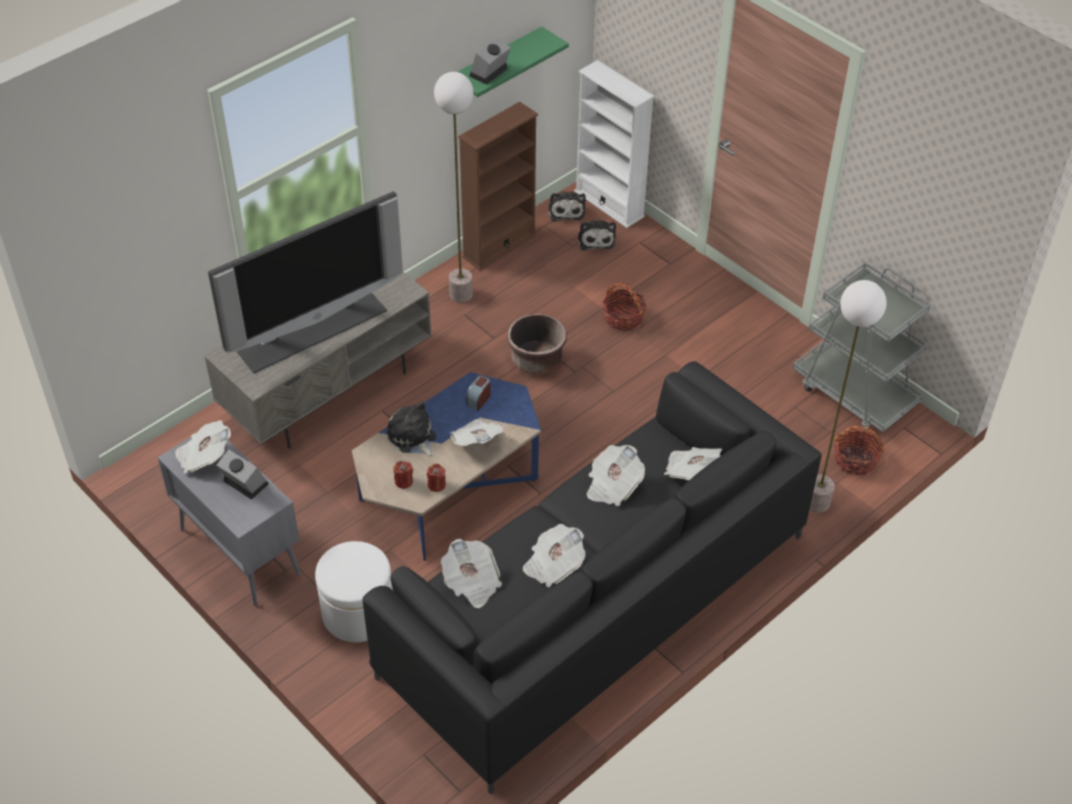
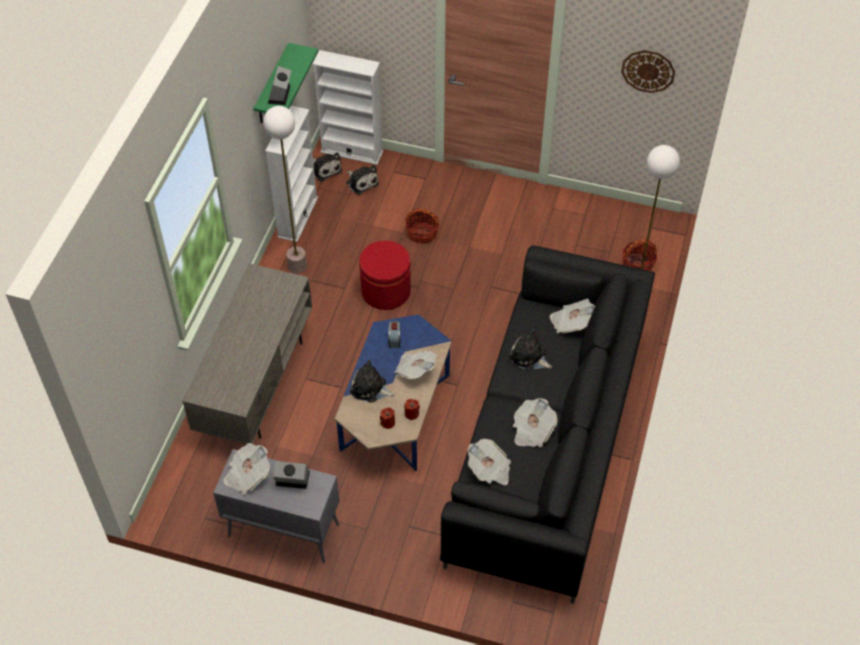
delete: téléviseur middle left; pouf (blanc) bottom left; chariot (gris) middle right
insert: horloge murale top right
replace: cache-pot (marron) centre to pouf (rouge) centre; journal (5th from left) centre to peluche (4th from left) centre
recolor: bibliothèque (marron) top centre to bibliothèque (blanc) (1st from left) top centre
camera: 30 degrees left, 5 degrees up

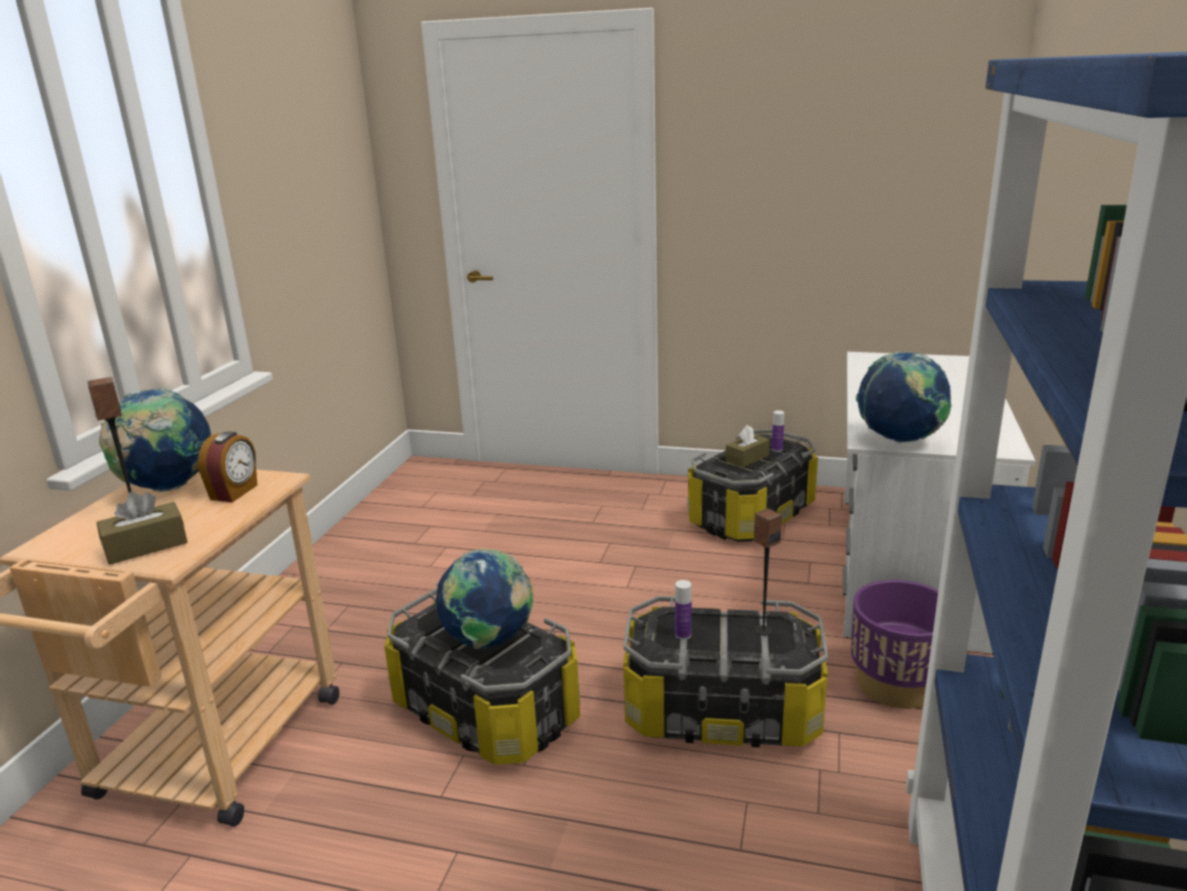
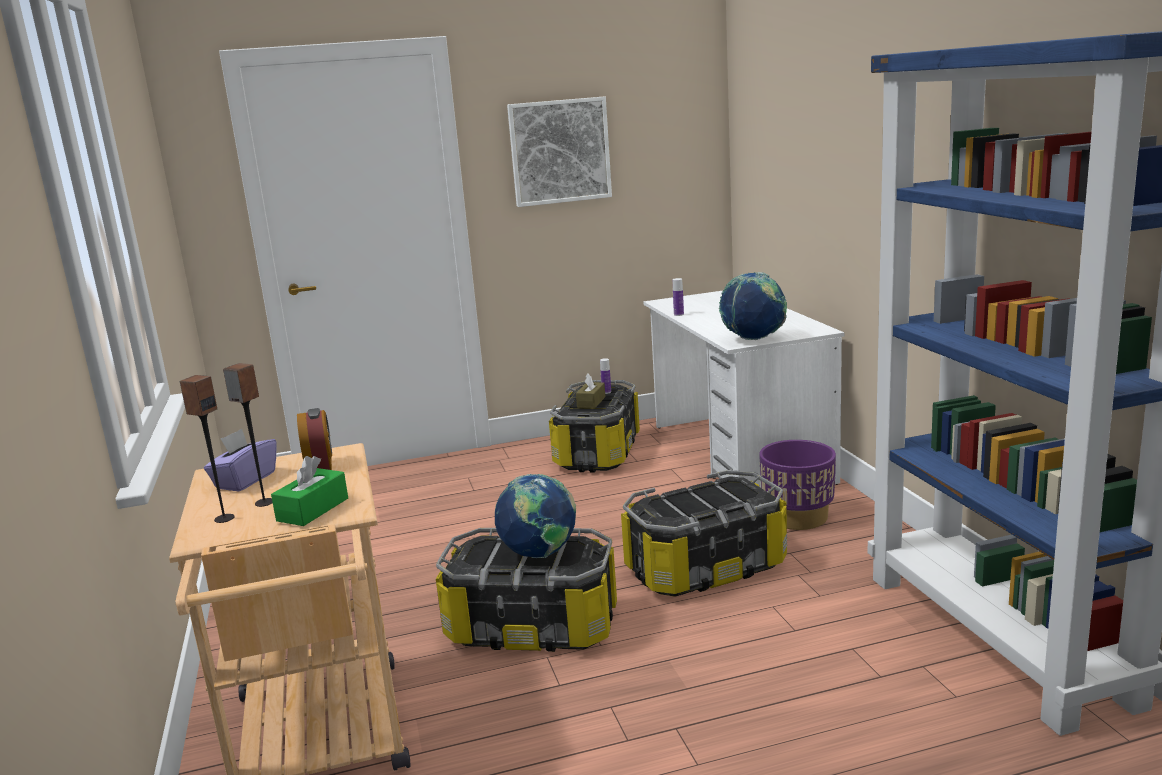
insert: tableau top centre
move: bouteille (1st from left in the first image) bottom centre to bouteille (2nd from left) centre; enceinte (2nd from left in the first image) centre to enceinte (1st from left) middle left
replace: globe (1st from left) middle left to boîte à mouchoirs (violet) middle left
recolor: boîte à mouchoirs (marron) (1st from left) middle left to boîte à mouchoirs (vert) middle left
camera: 30 degrees left, 5 degrees down

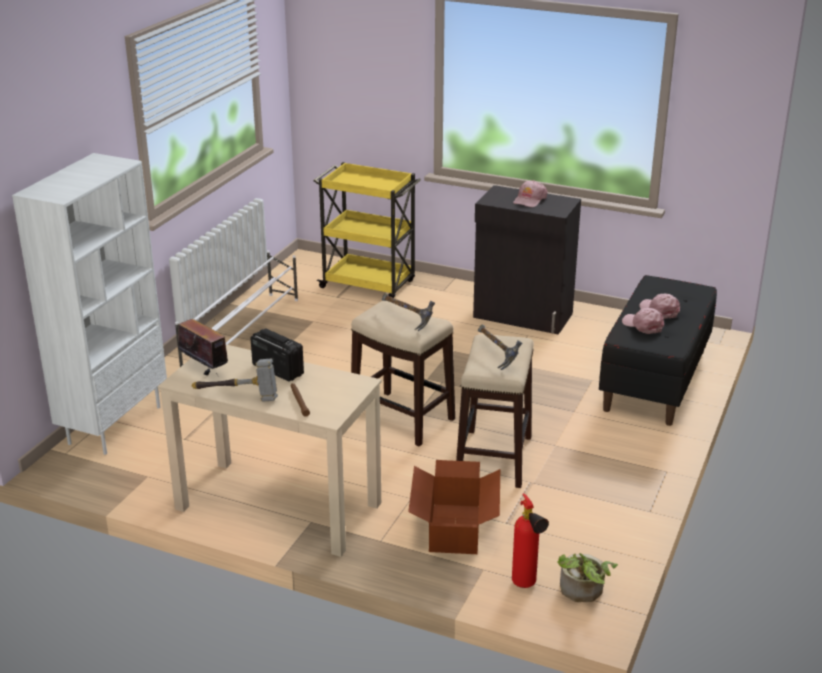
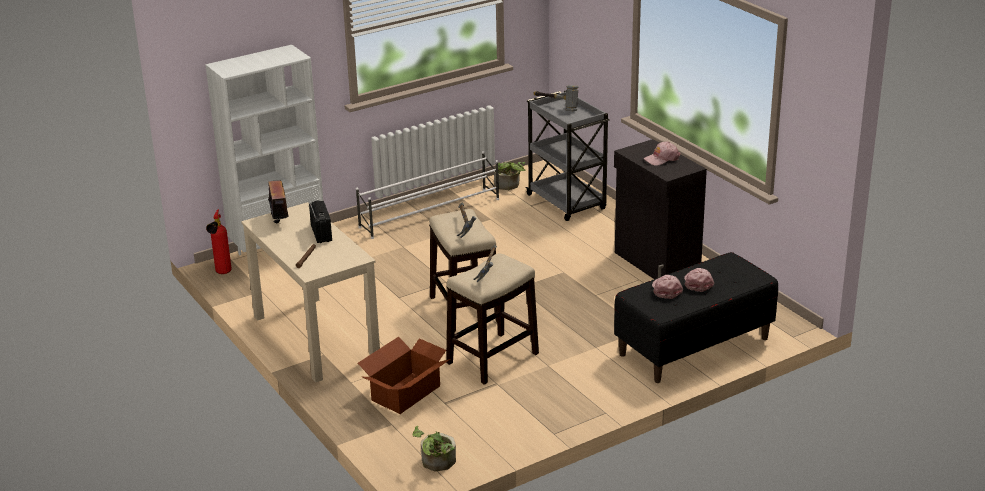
insert: plante en pot (2nd from left) centre
move: marteau (1st from left in the first image) middle left to marteau (3rd from left) top centre; extincteur bottom centre to middle left
recolor: chariot (jaune) centre to chariot (gris) top centre
camera: 35 degrees right, 0 degrees up

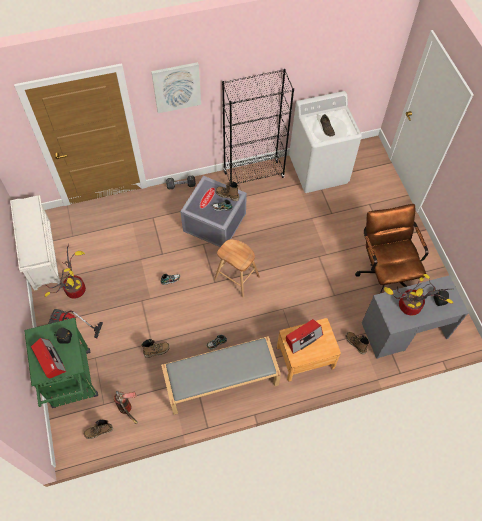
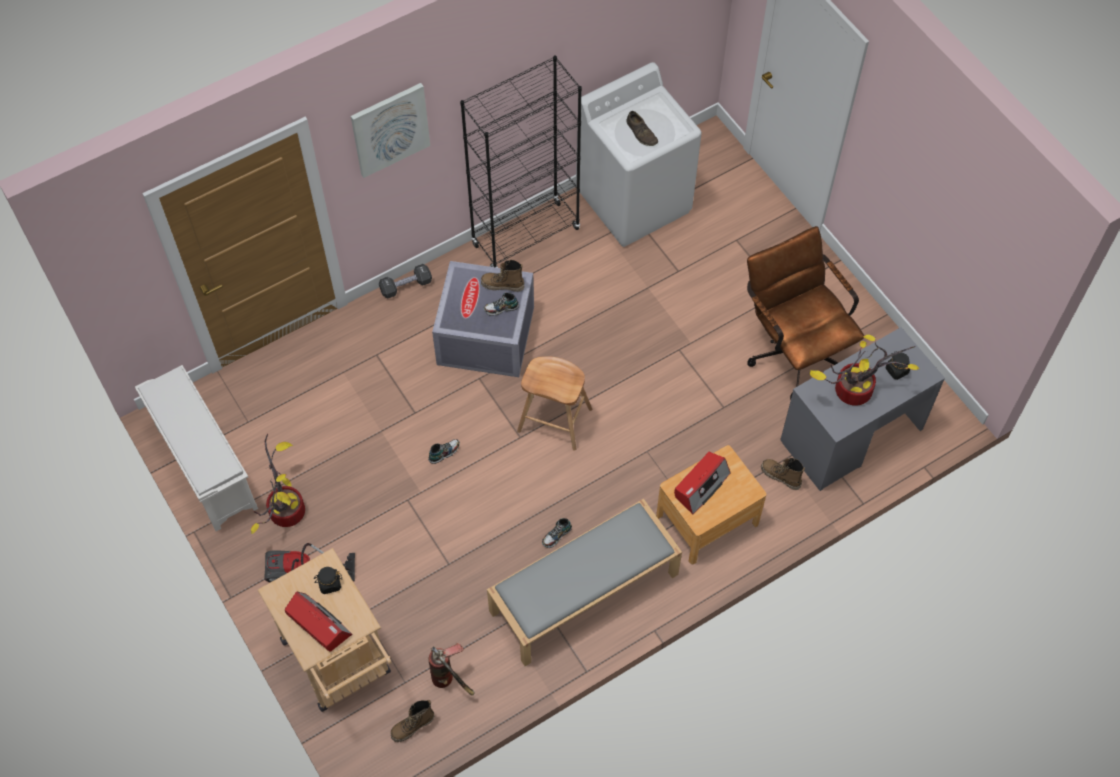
delete: botte (2nd from left) bottom left
recolor: chariot (vert) bottom left to chariot (beige) bottom left
camera: 15 degrees left, 0 degrees up

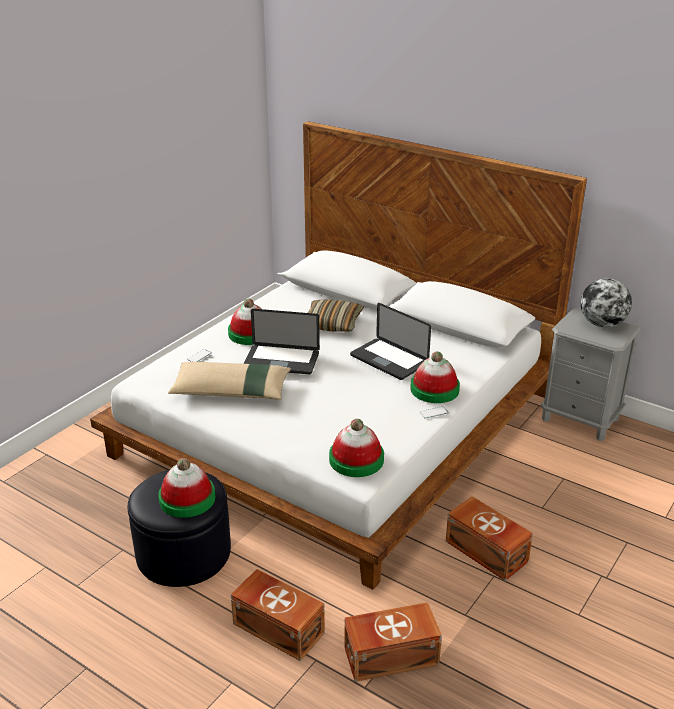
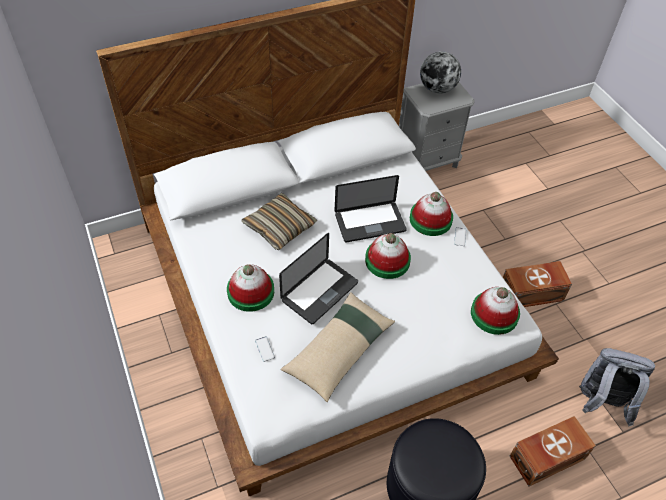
move: chapeau (1st from left in the first image) bottom left to chapeau (2nd from left) centre
replace: boîte de rangement (marron) (2nd from left) bottom centre to sac à dos (gris) bottom right
camera: 60 degrees left, 20 degrees up

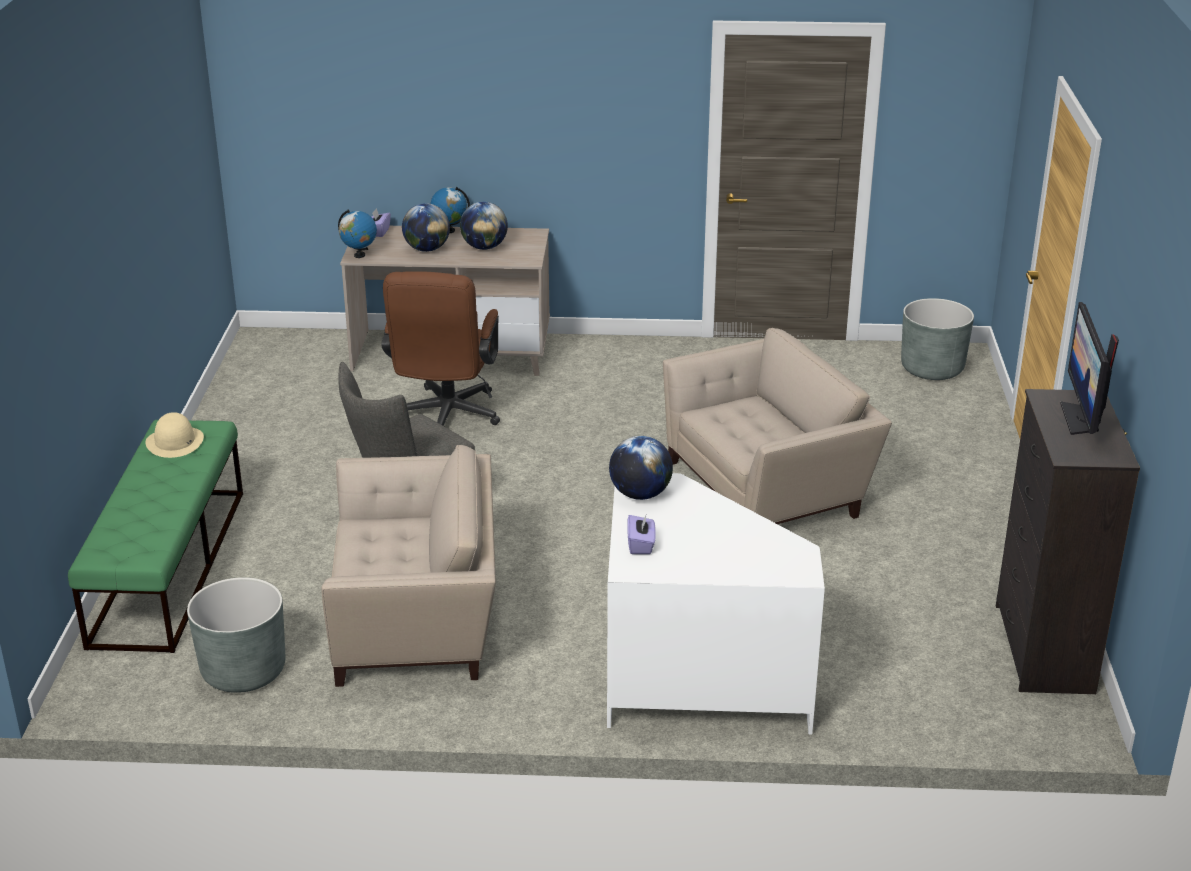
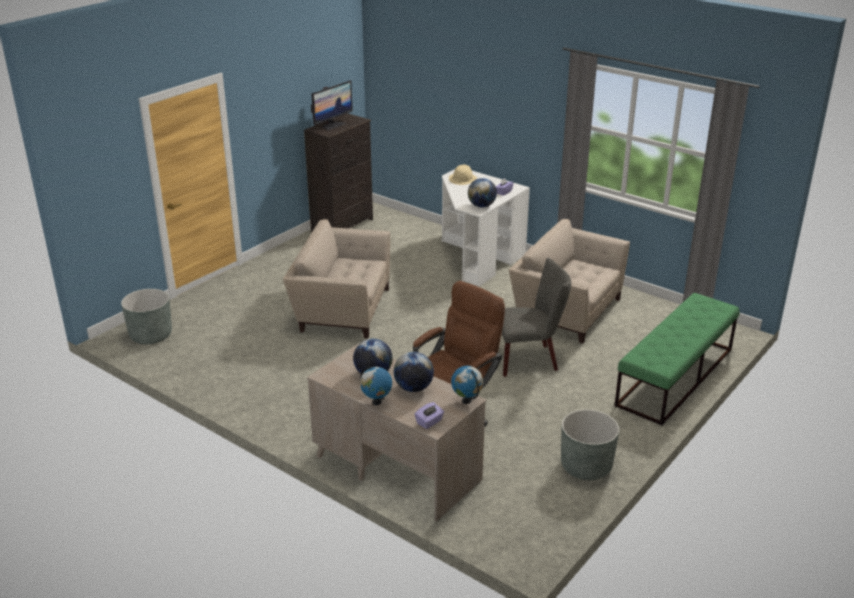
move: chapeau (beige) middle left to top centre; cache-pot (gris) (1st from left in the first image) bottom left to cache-pot (gris) (2nd from left) bottom right
camera: 145 degrees left, 0 degrees up

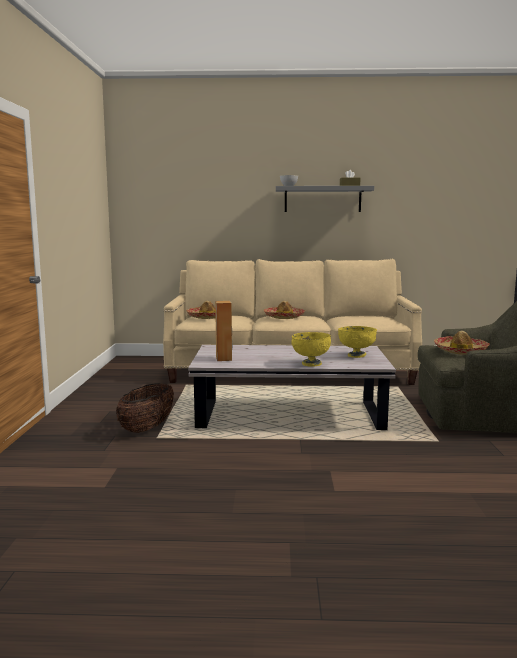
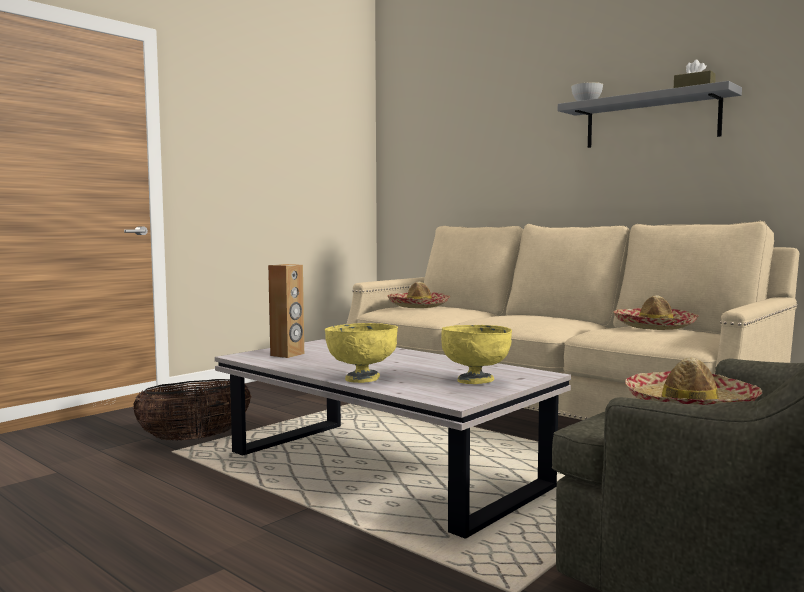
move: chapeau (2nd from left) centre to middle right
camera: 40 degrees right, 5 degrees down

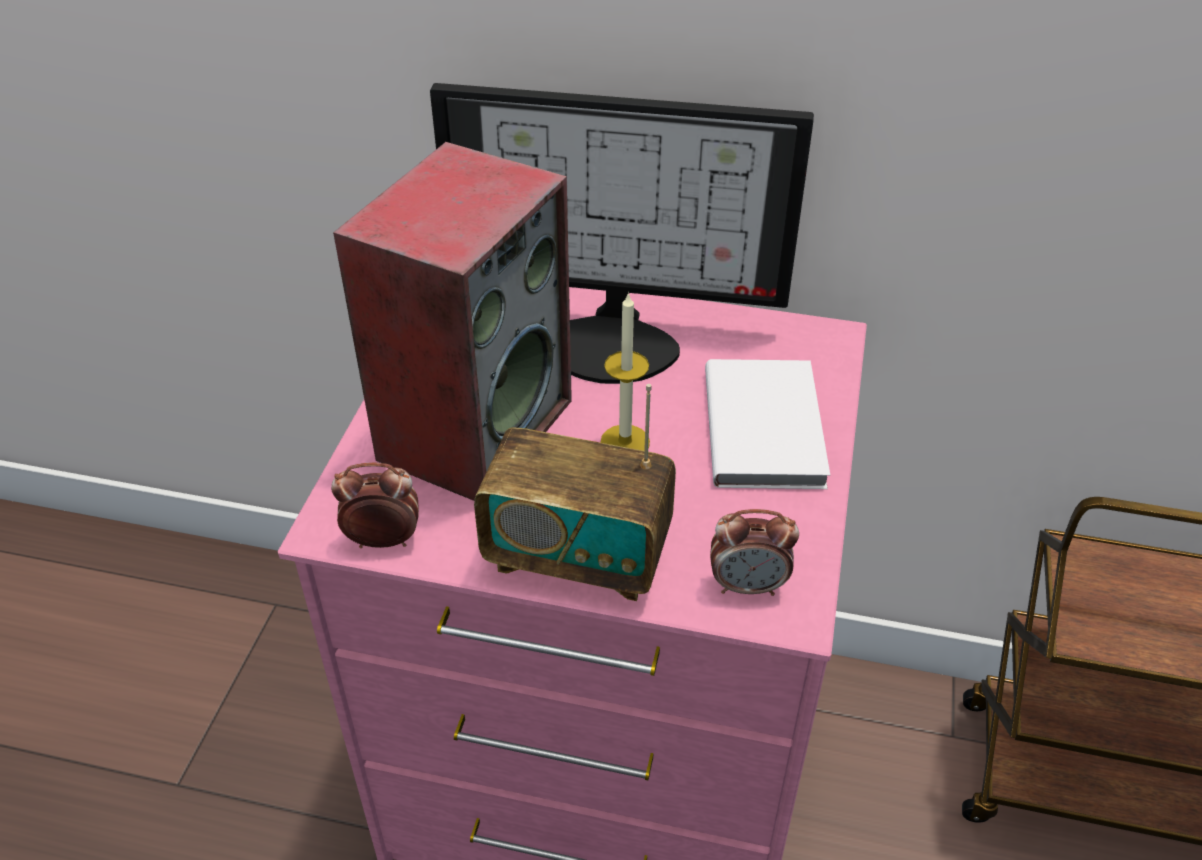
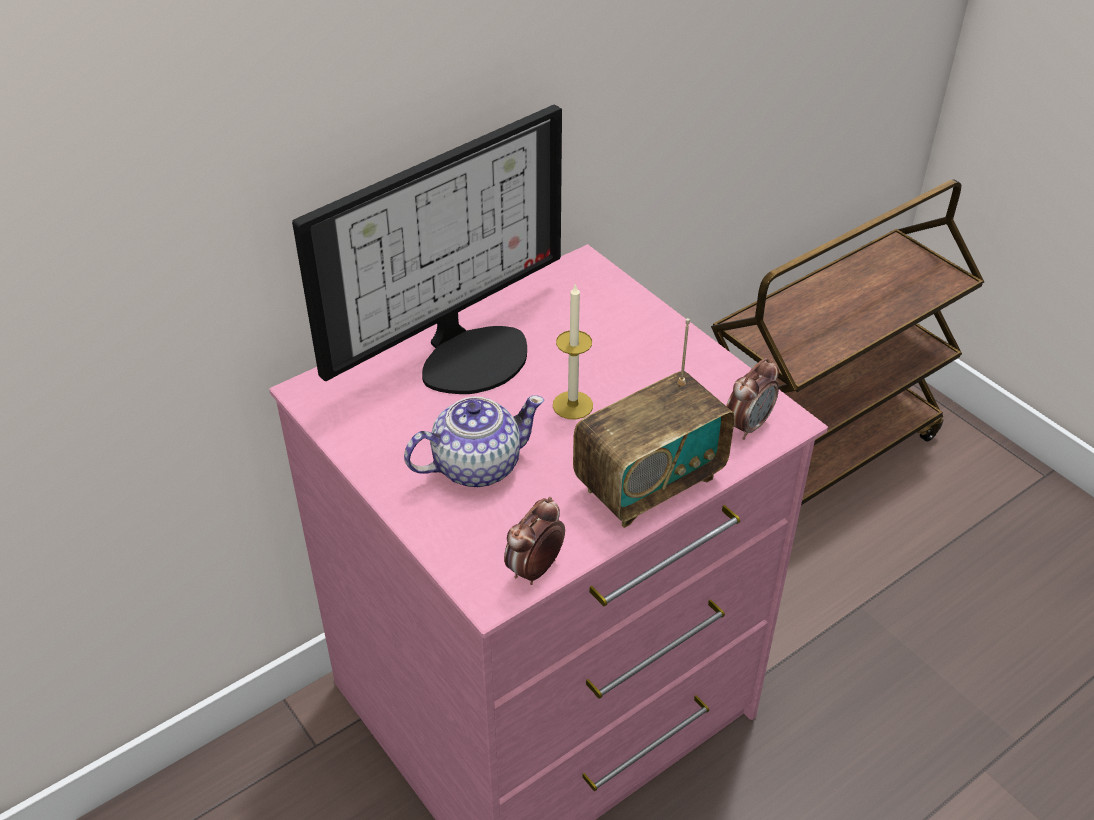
delete: livre (blanc) centre
replace: enceinte centre to théière centre
camera: 50 degrees left, 0 degrees up

